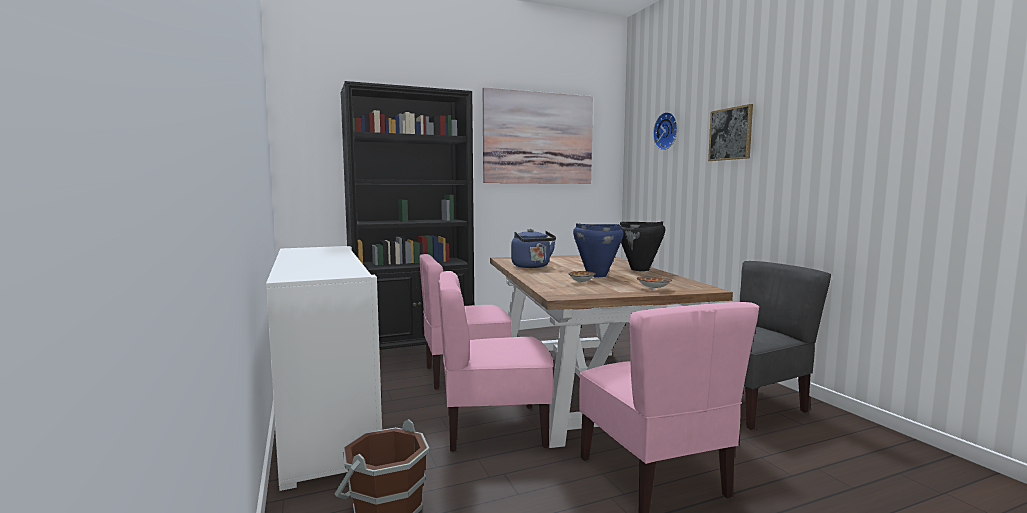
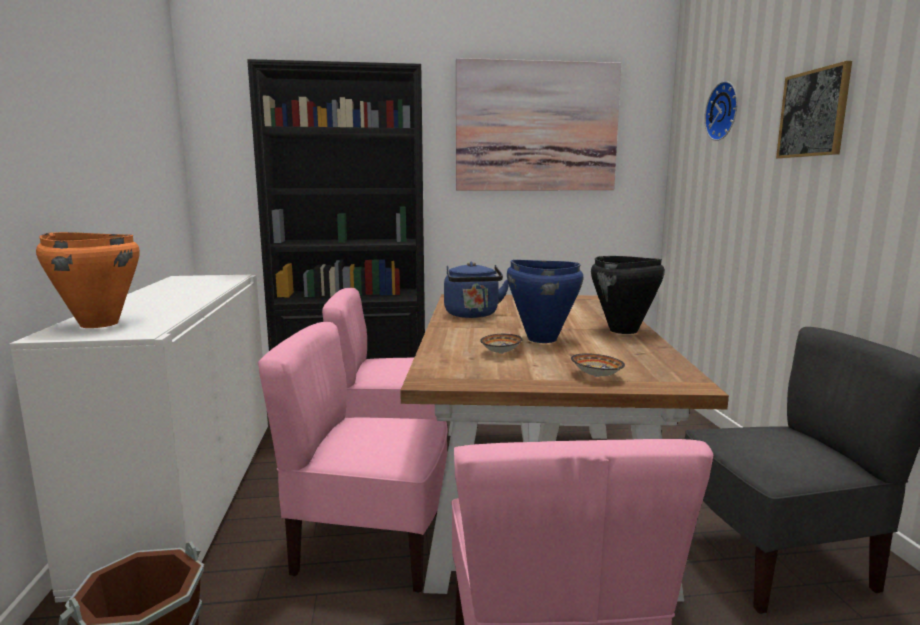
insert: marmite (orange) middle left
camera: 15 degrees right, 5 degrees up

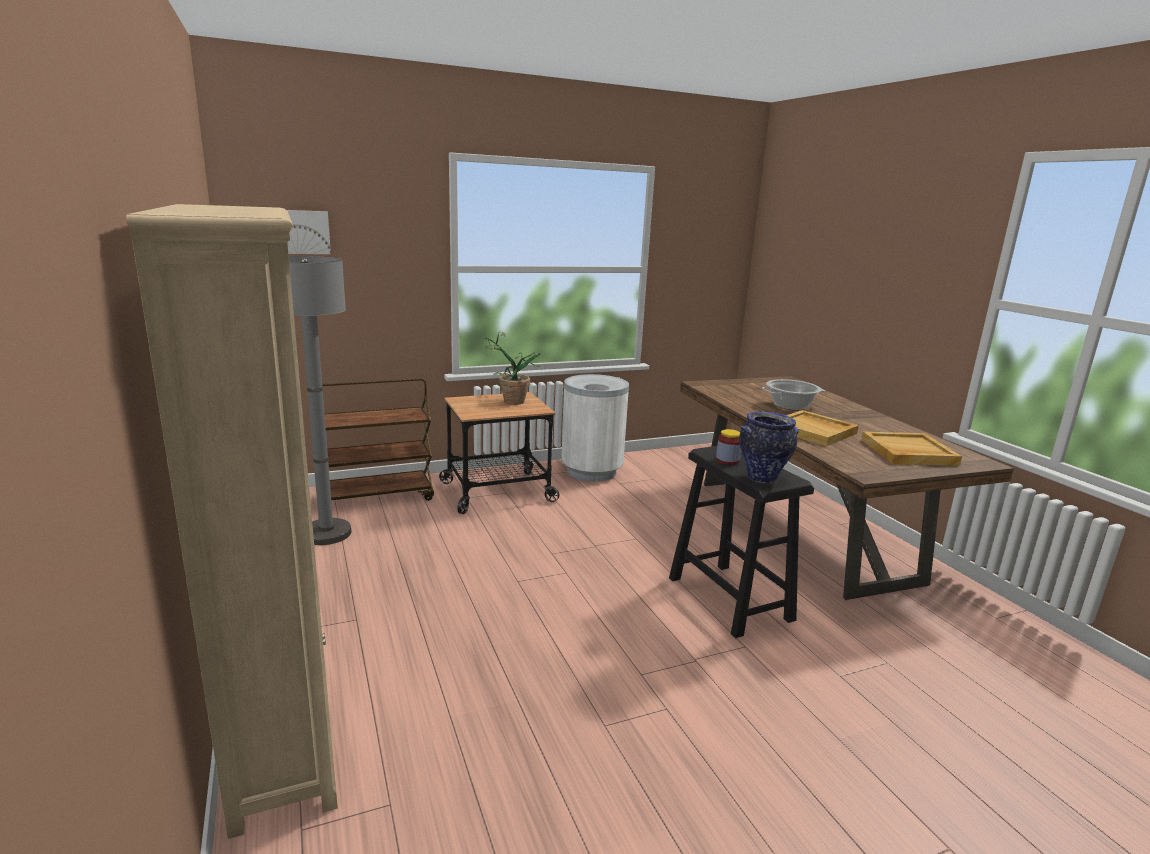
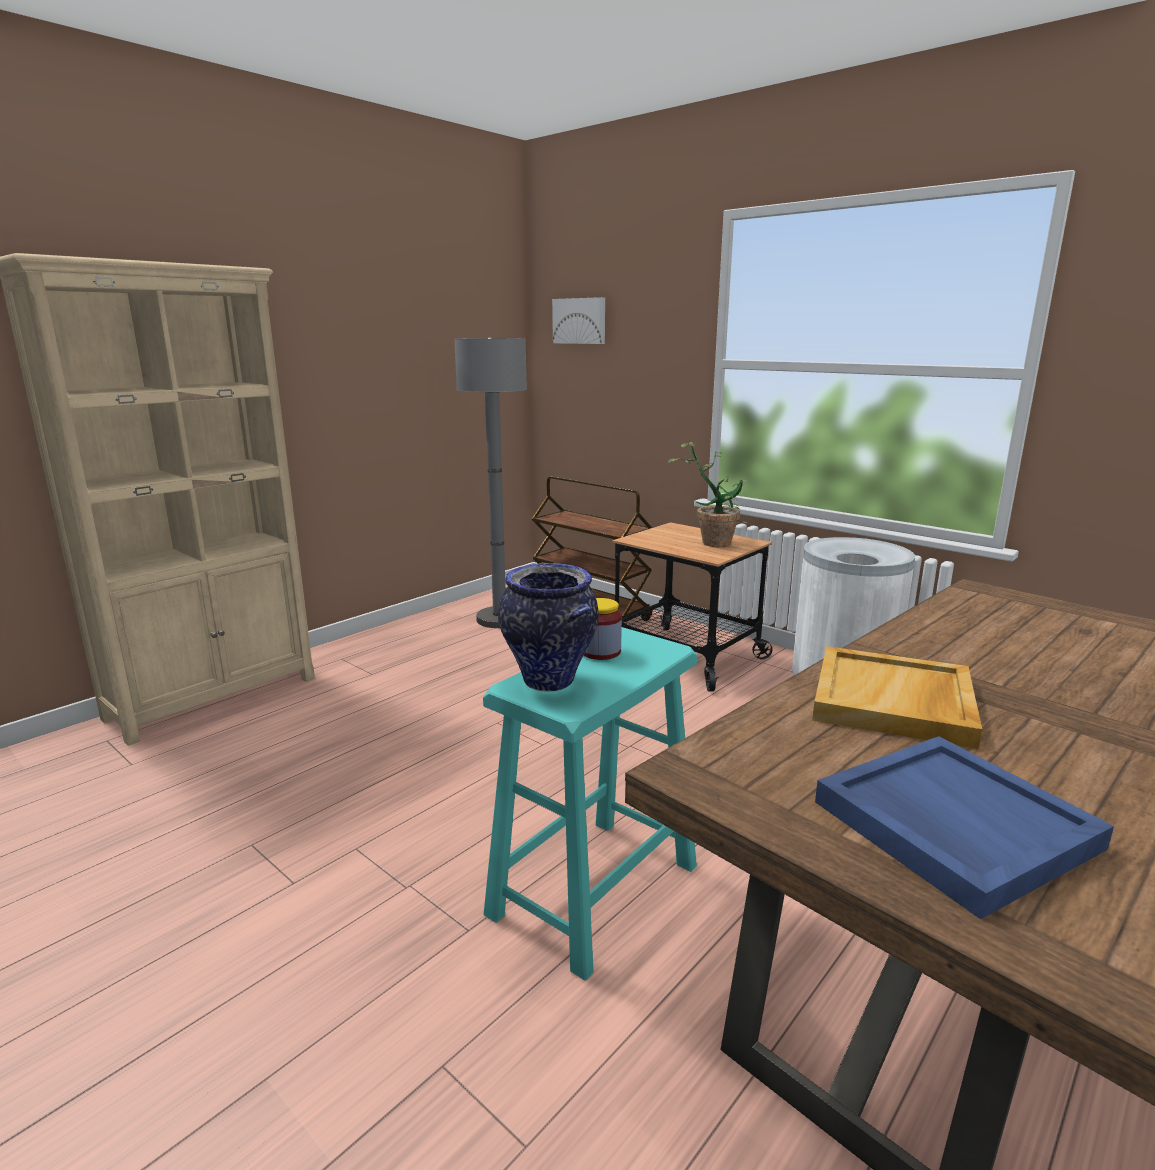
delete: marmite middle right
recolor: tabouret (noir) centre to tabouret (turquoise) bottom centre; plateau (beige) (2nd from left) middle right to plateau (bleu) bottom right
camera: 65 degrees right, 0 degrees up

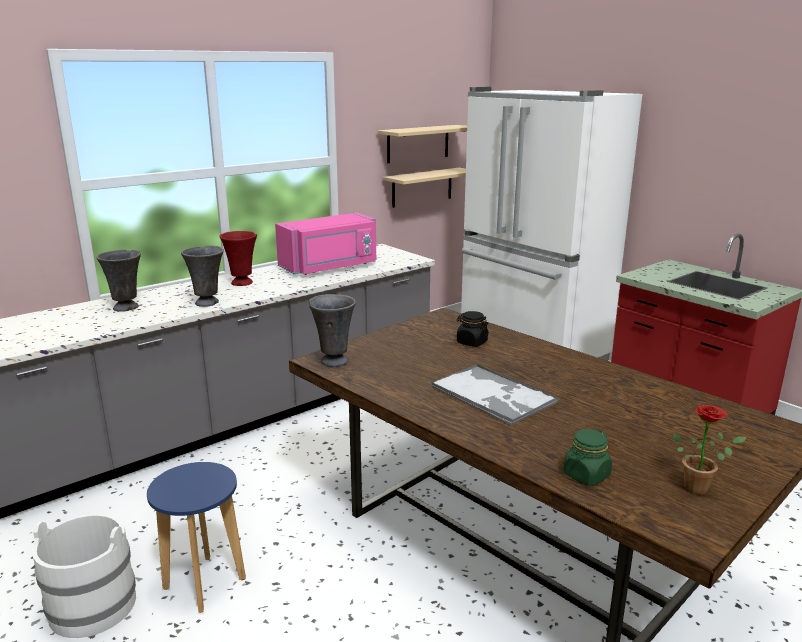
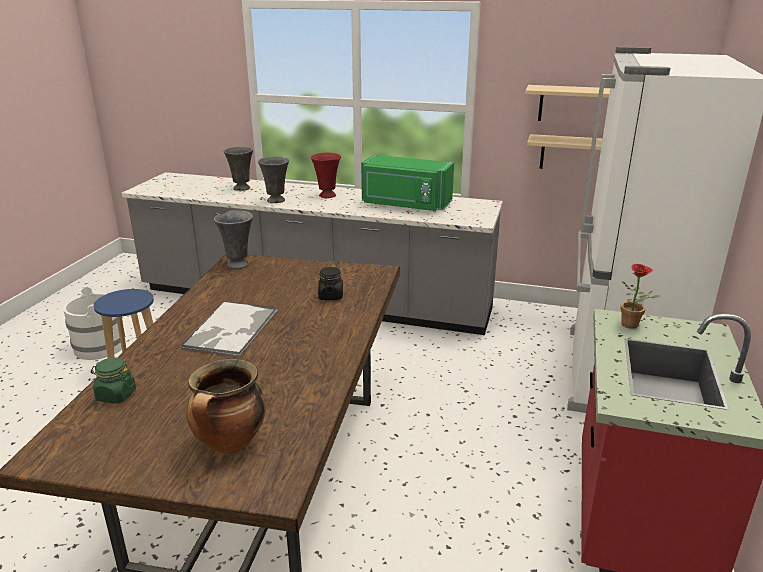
insert: marmite bottom left
move: plante en pot bottom right to middle right
recolor: micro-ondes (rose) centre to micro-ondes (vert) top centre
camera: 55 degrees right, 5 degrees up

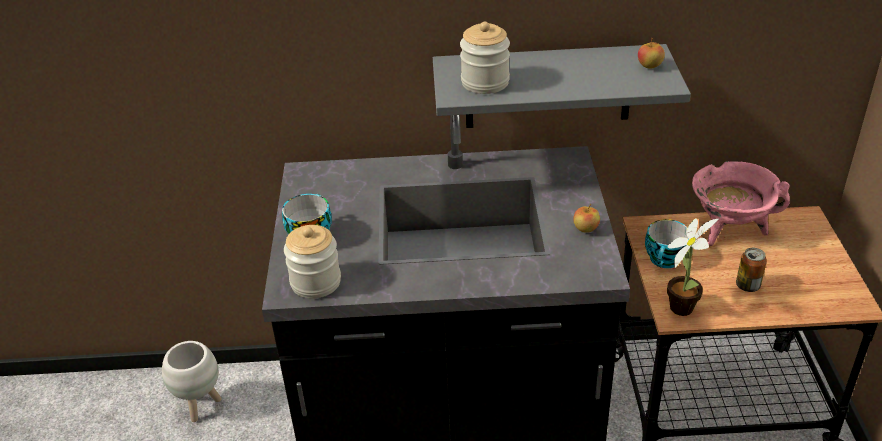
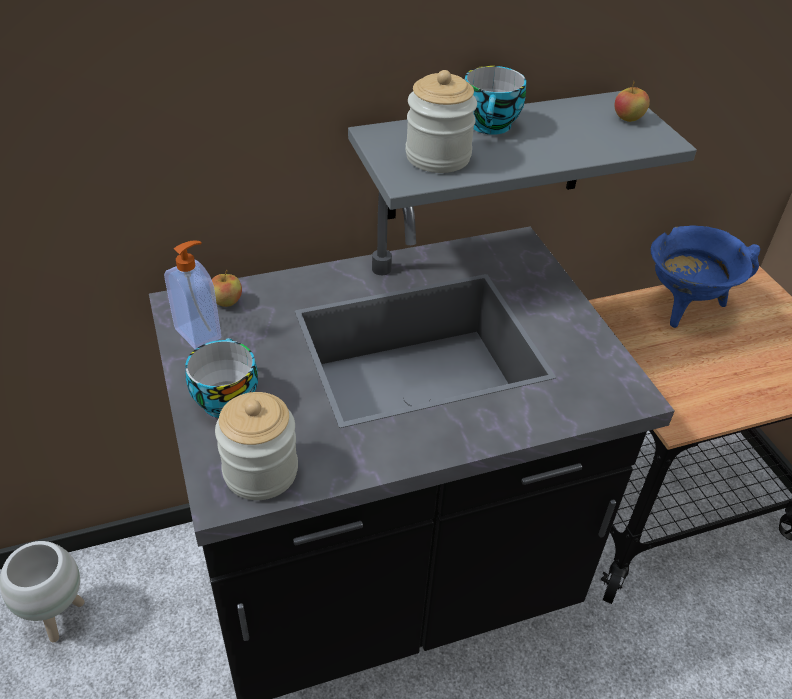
delete: plante en pot middle right; boîte métallique middle right
insert: distributeur de savon middle left
move: pomme (1st from left) centre to middle left; tasse (2nd from left) middle right to top centre
recolor: marmite (rose) middle right to marmite (bleu) middle right
camera: 20 degrees left, 5 degrees up

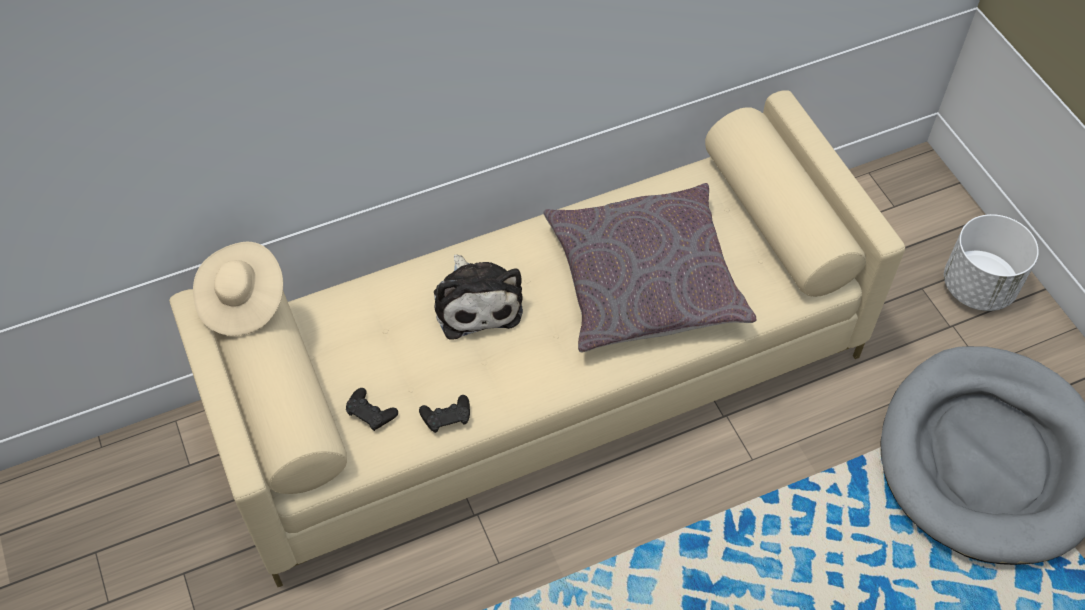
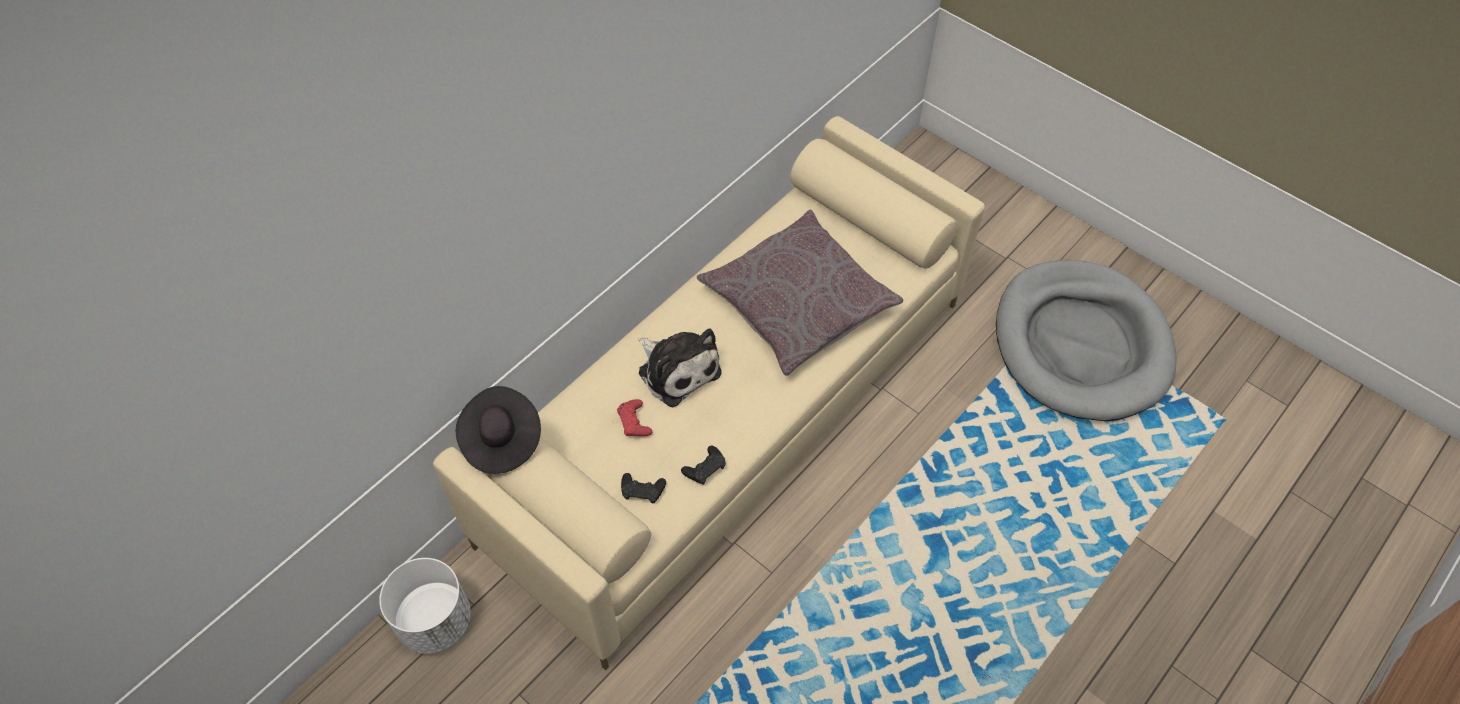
insert: manette (rouge) centre
move: cache-pot (blanc) middle right to bottom left
recolor: chapeau (beige) middle left to chapeau (noir) centre
camera: 25 degrees left, 0 degrees up

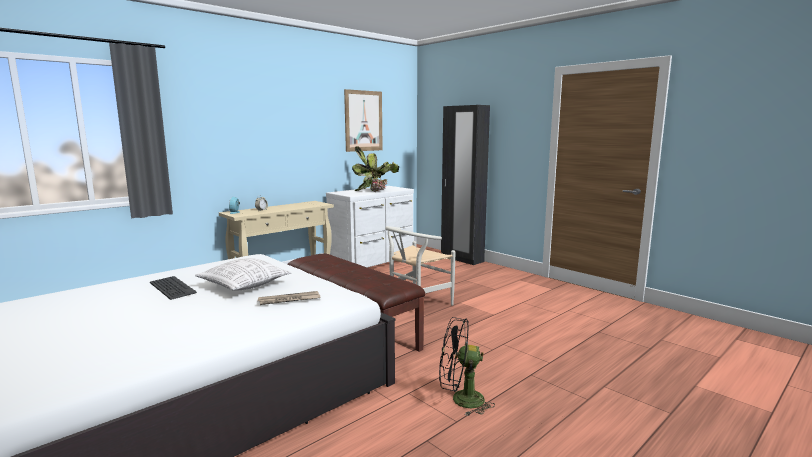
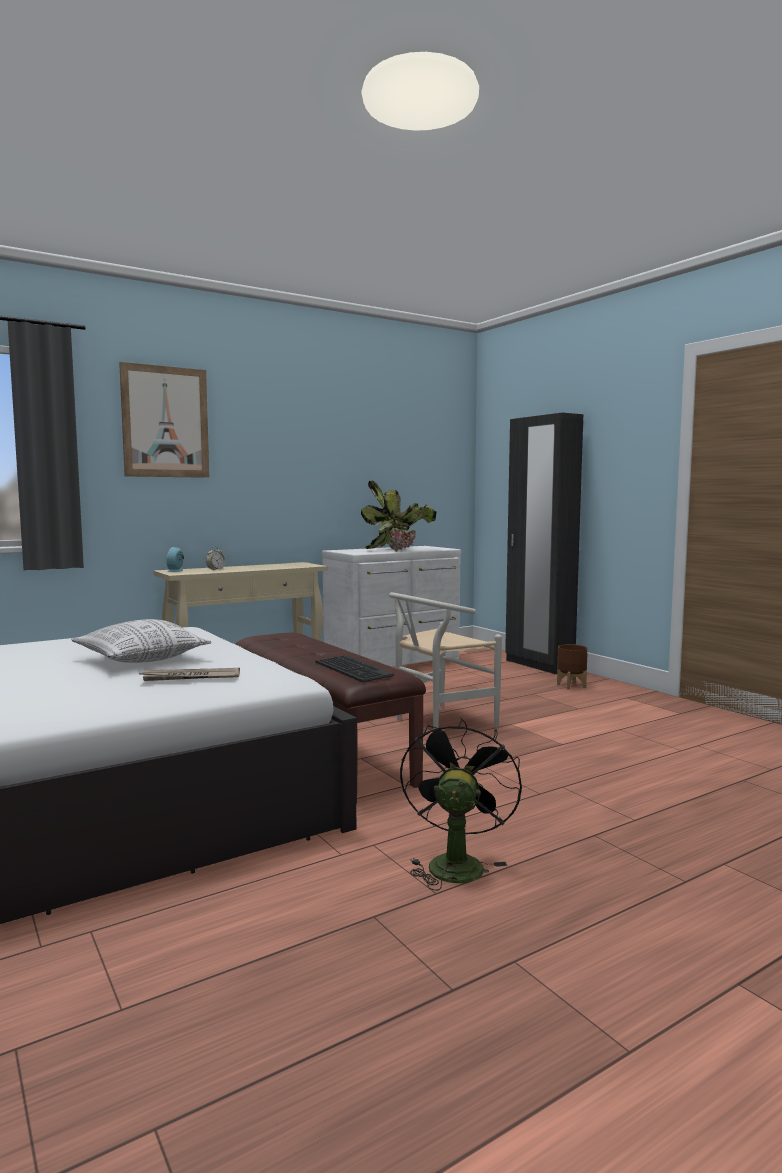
insert: cache-pot (marron) middle right
move: clavier middle left to centre; tableau top centre to middle left
rotate: ventilateur (noir) bottom centre = bottom centre 90 degrees clockwise
camera: 10 degrees right, 5 degrees down

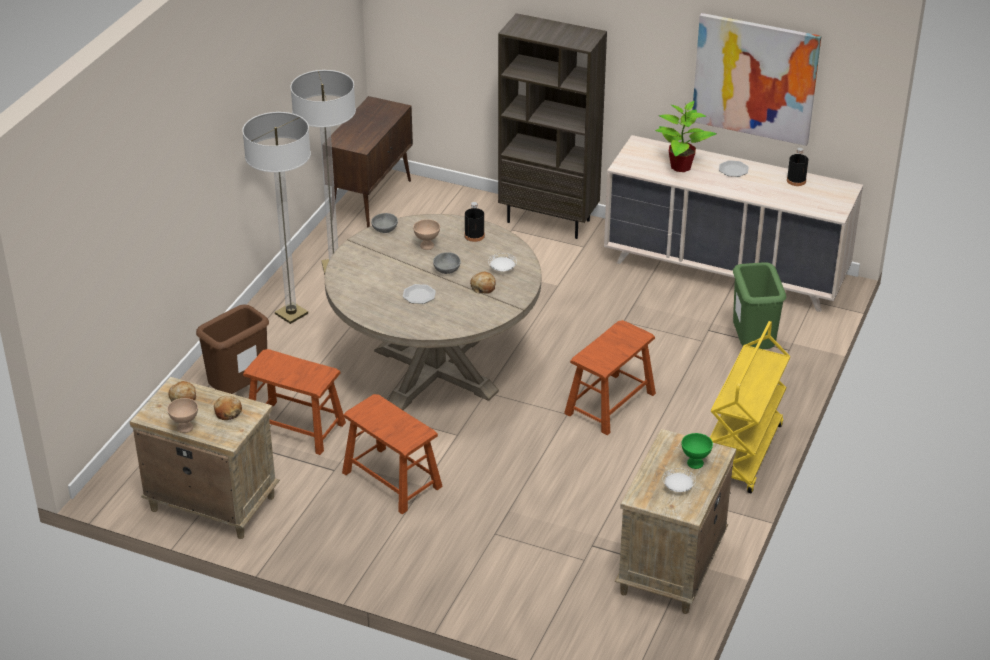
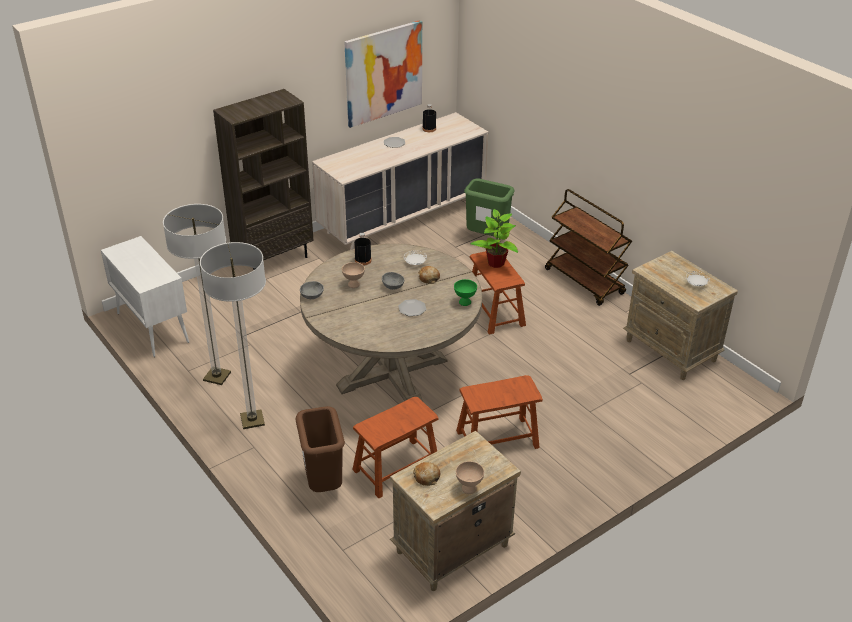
delete: pain (2nd from left) middle left
move: plante en pot top right to centre; bol (vert) bottom right to centre
recolor: meuble de rangement (marron) top centre to meuble de rangement (blanc) middle left; chariot (jaune) middle right to chariot (marron) middle right
camera: 60 degrees left, 0 degrees up

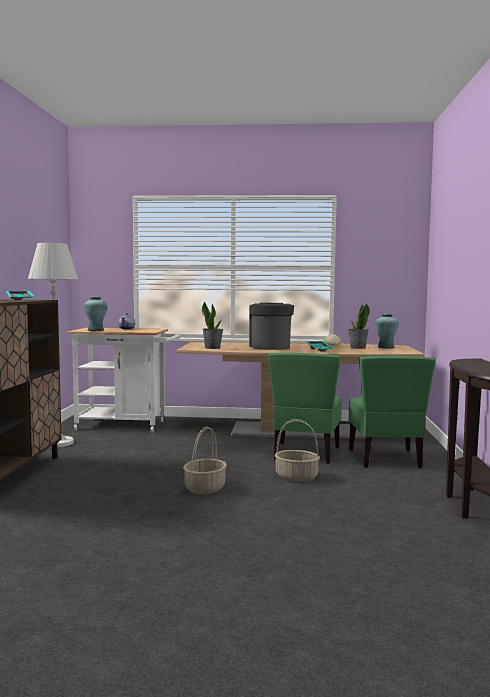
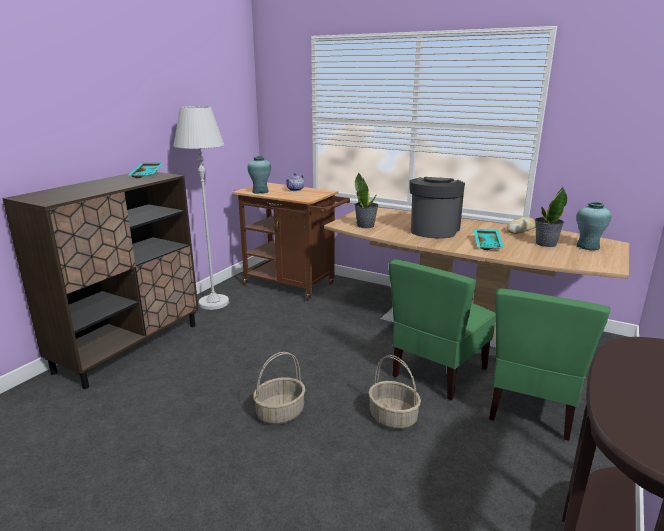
recolor: chariot (blanc) middle left to chariot (marron) centre
camera: 25 degrees right, 15 degrees up

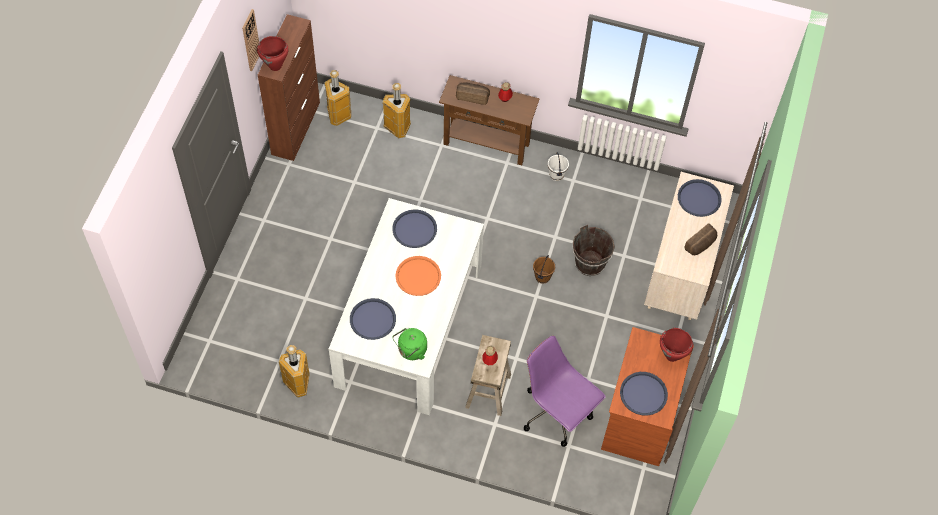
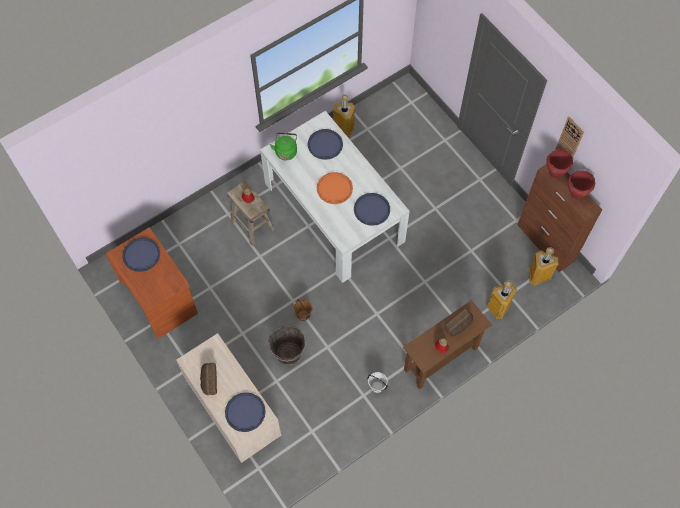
delete: chaise de bureau (violet) bottom centre
move: marmite (rouge) (2nd from left) bottom right to middle right
camera: 130 degrees right, 5 degrees up

